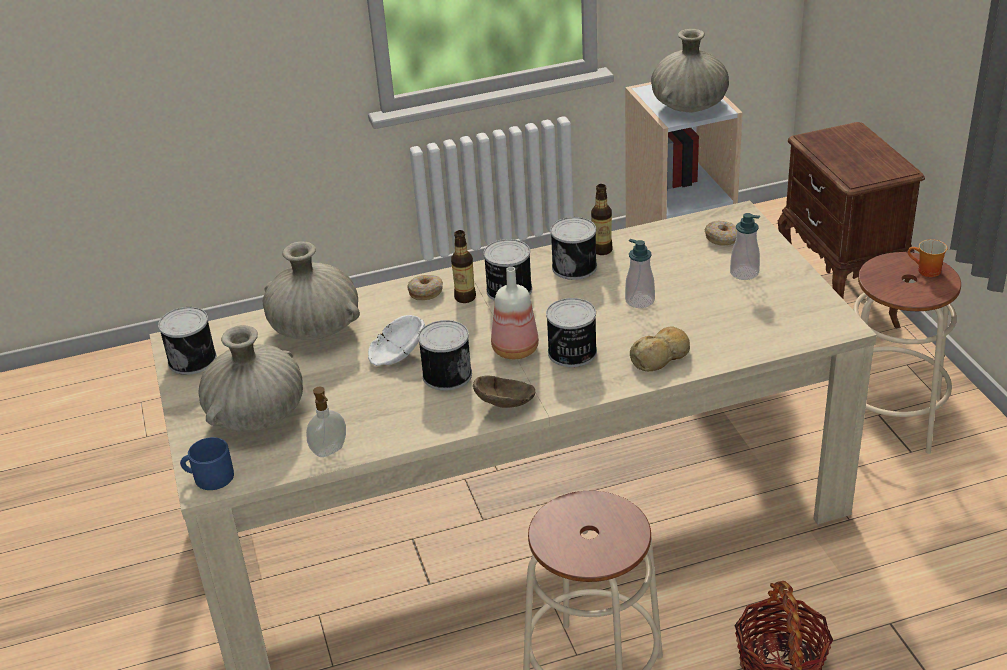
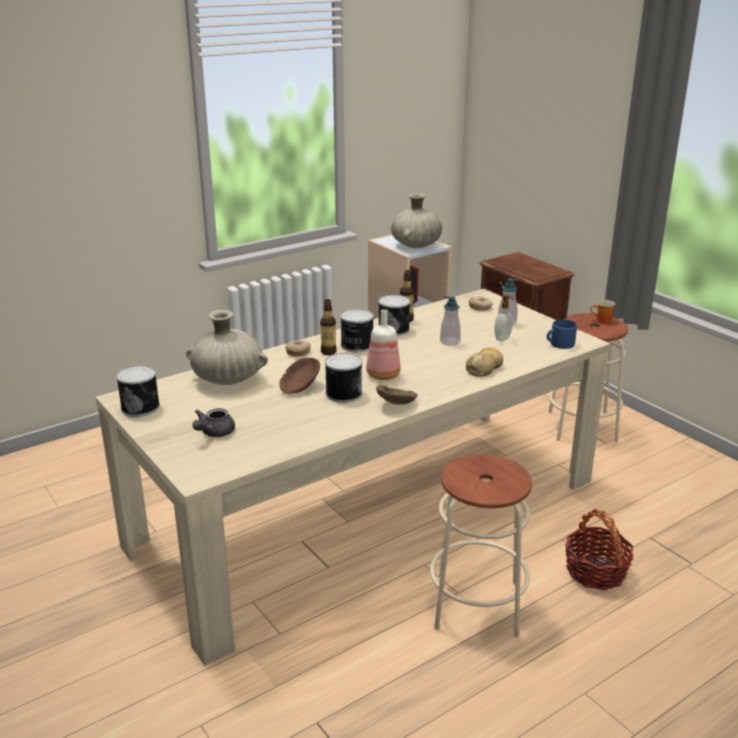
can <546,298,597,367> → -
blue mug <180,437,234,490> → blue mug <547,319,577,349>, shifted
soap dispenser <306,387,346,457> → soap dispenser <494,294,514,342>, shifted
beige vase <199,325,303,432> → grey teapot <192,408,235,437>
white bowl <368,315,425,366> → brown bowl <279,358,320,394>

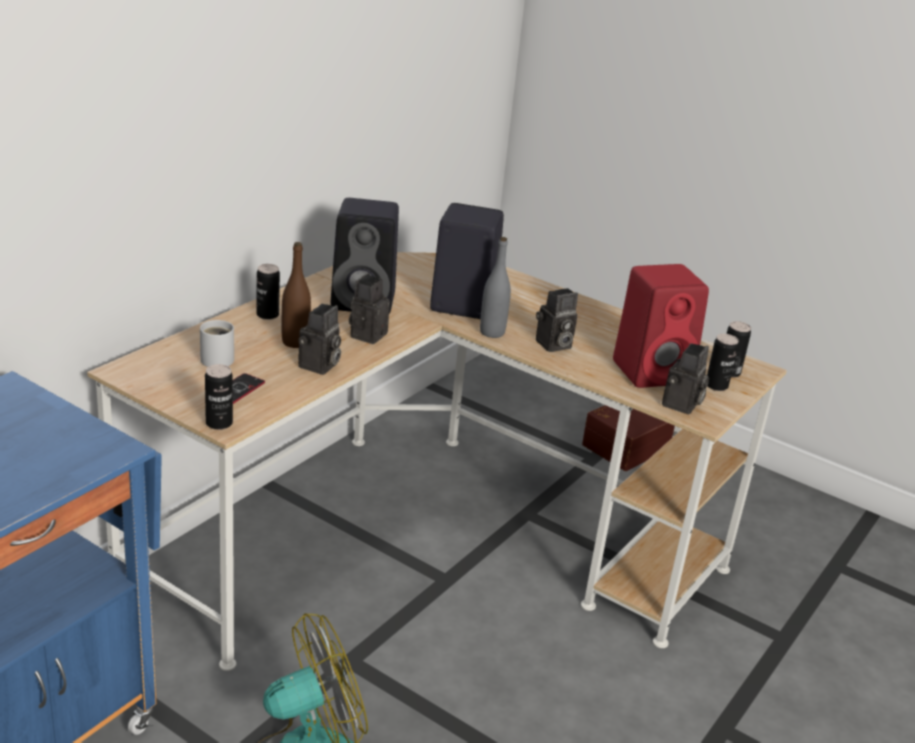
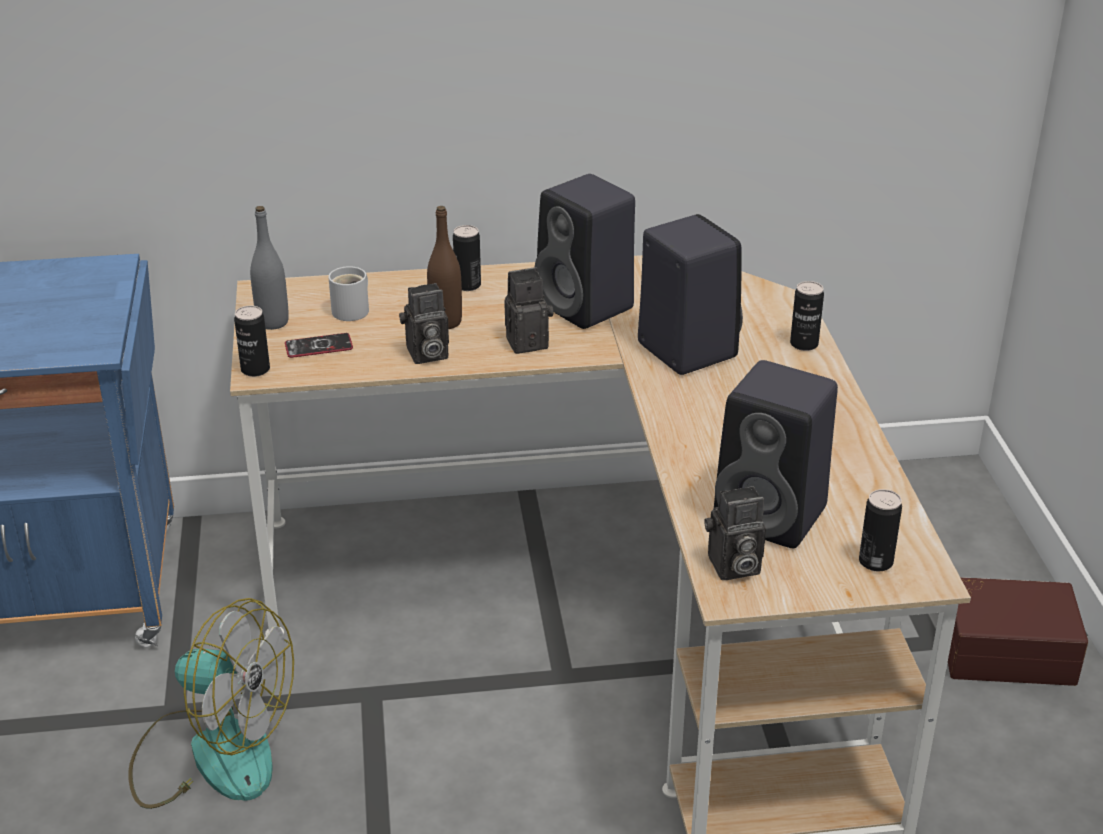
photo camera <536,288,578,352> → -
grey bottle <480,237,511,338> → grey bottle <250,206,289,330>, shifted
can <707,334,739,391> → can <790,281,824,351>, shifted
red speaker <613,264,709,388> → black speaker <714,360,838,548>

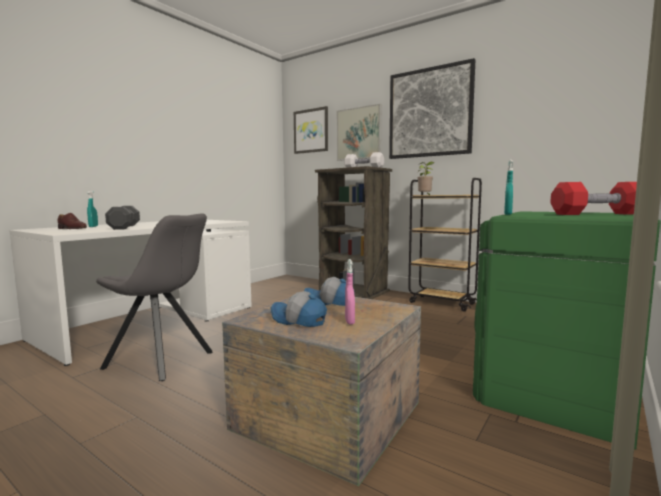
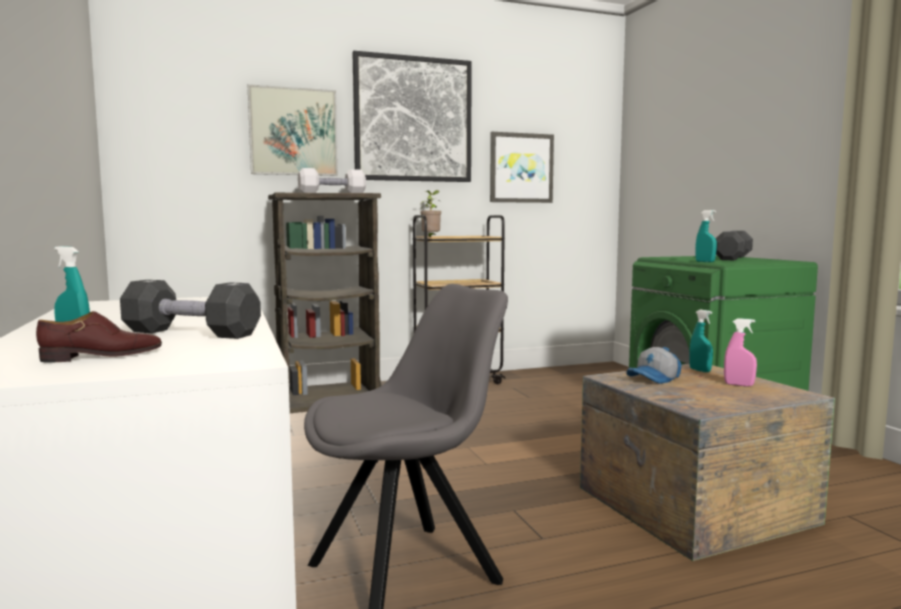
cap <270,291,327,327> → -
- → turquoise spray bottle <689,309,713,372>
picture <294,106,328,154> → picture <490,132,554,203>, shifted
red dumbbell <550,182,637,215> → black dumbbell <715,231,753,260>

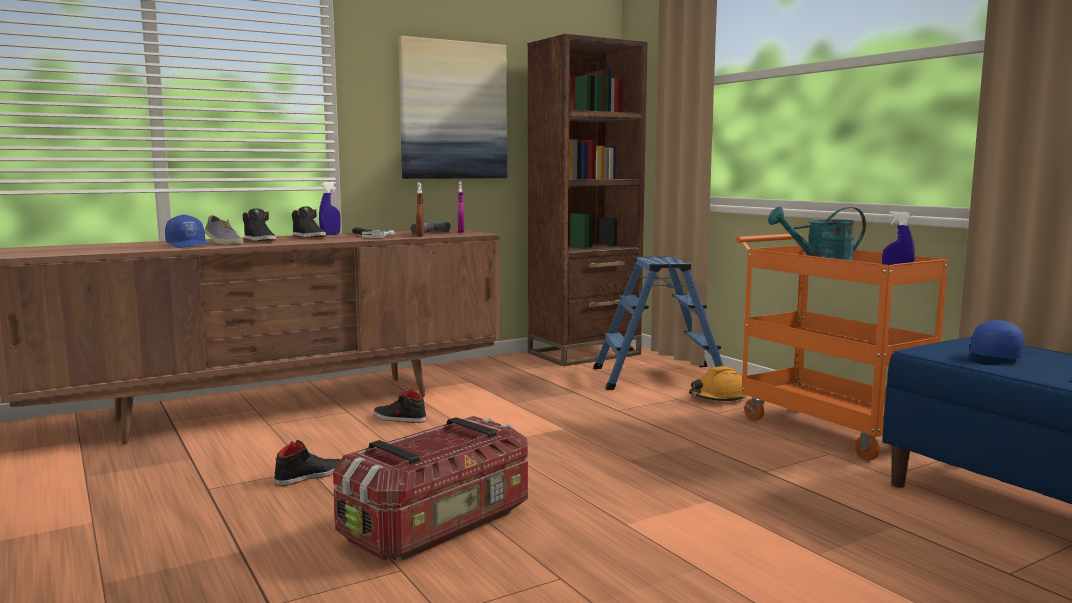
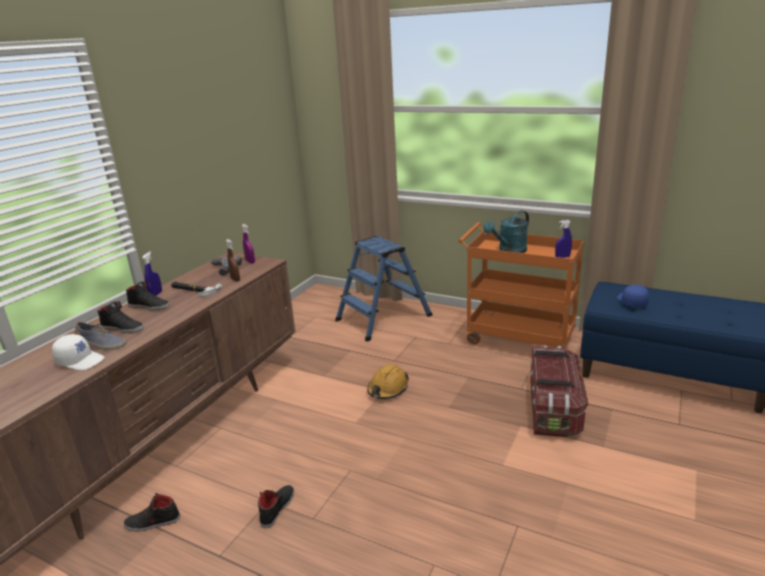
picture <398,36,507,179> → -
brown bookcase <527,34,648,366> → -
storage box <333,416,528,560> → storage box <530,345,588,437>, shifted
black shoe <374,388,426,423> → black shoe <124,493,180,532>, shifted
orange hard hat <689,366,748,402> → orange hard hat <367,365,409,399>, shifted
blue cap <165,214,211,248> → white cap <52,334,104,370>

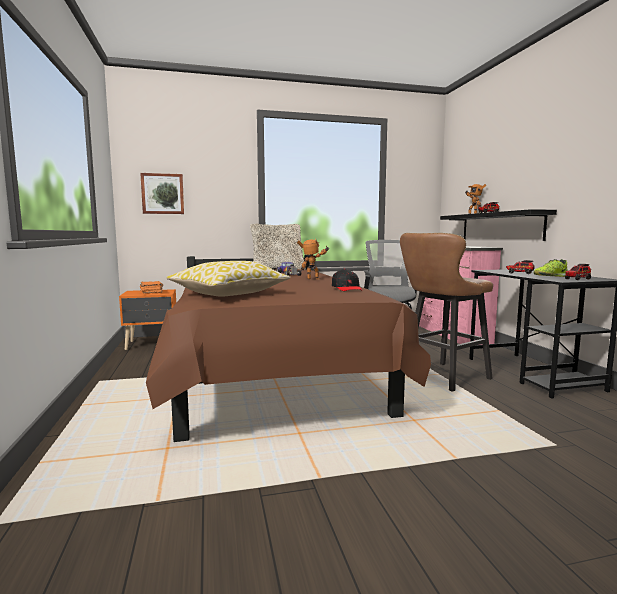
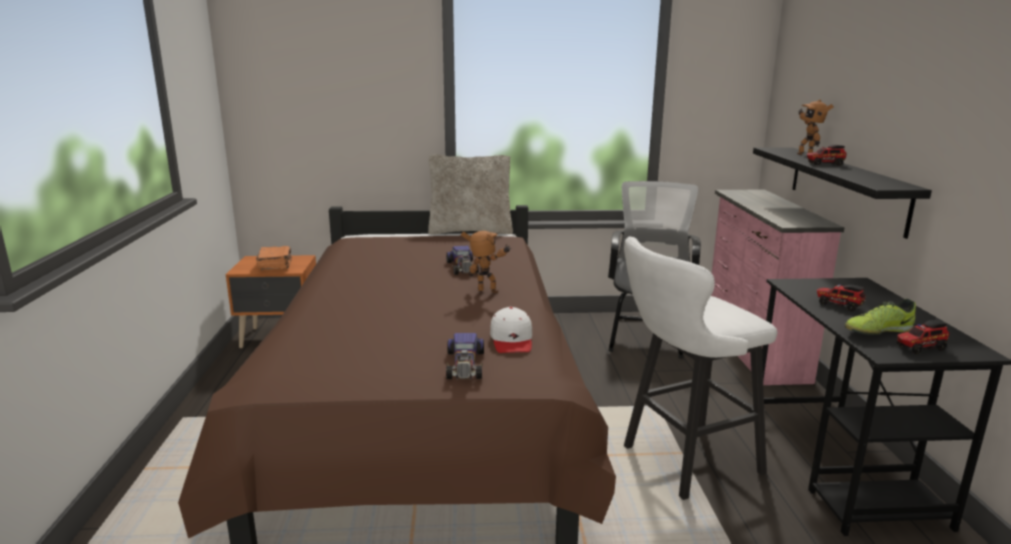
picture <140,173,184,214> → -
pillow <166,261,291,297> → -
- → toy car <446,333,484,379>
black cap <332,269,362,291> → white cap <490,307,532,353>
brown stool <400,233,493,392> → white stool <624,236,777,500>

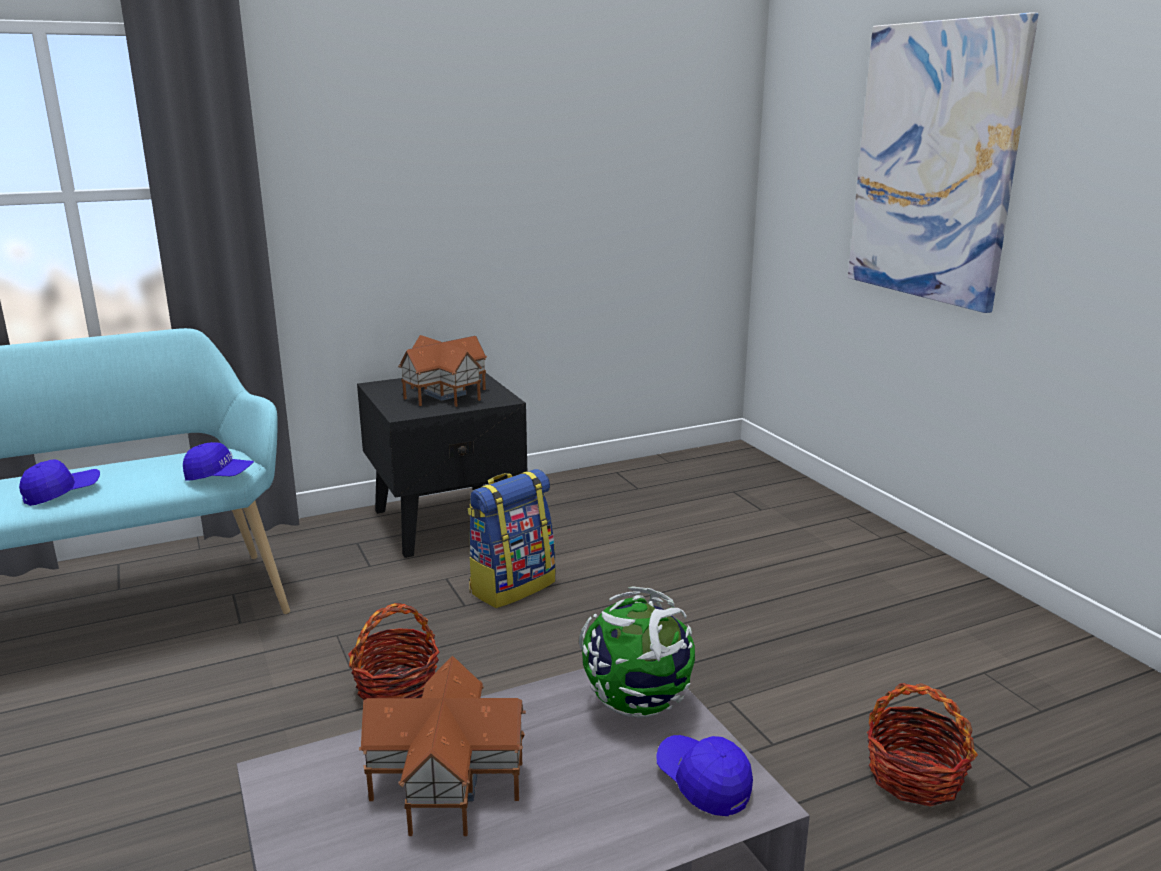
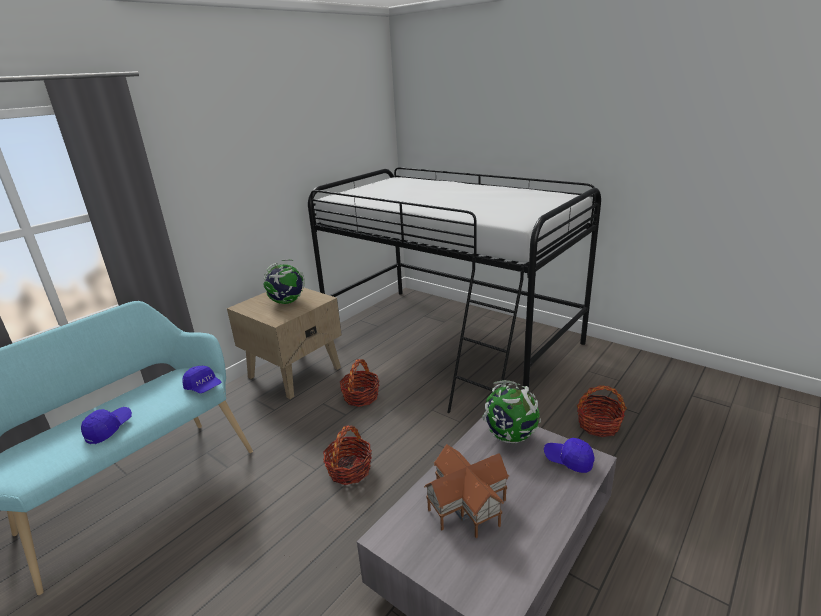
picture <848,12,1039,313> → -
- → black bed <308,167,601,413>
toy house <398,335,487,407> → globe <264,259,305,304>
backpack <467,469,555,608> → basket <340,359,380,407>
black nightstand <357,373,527,558> → beige nightstand <227,287,342,399>
blue cap <183,442,254,481> → blue cap <182,366,221,393>, 60 degrees clockwise

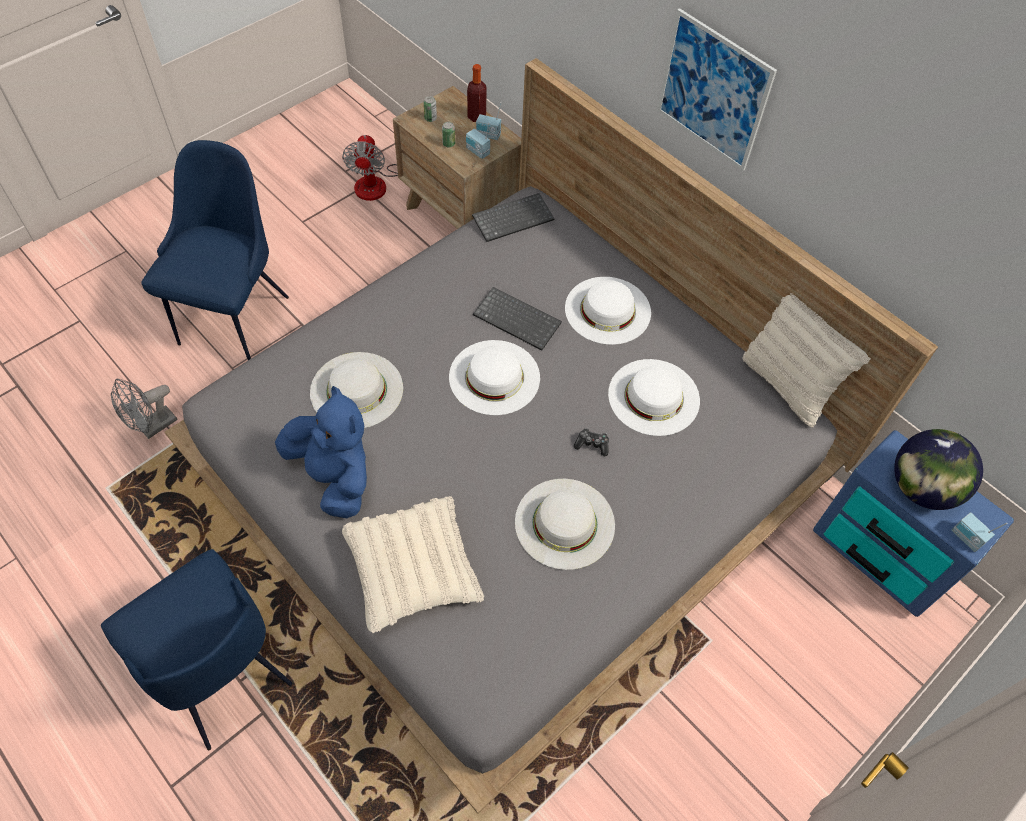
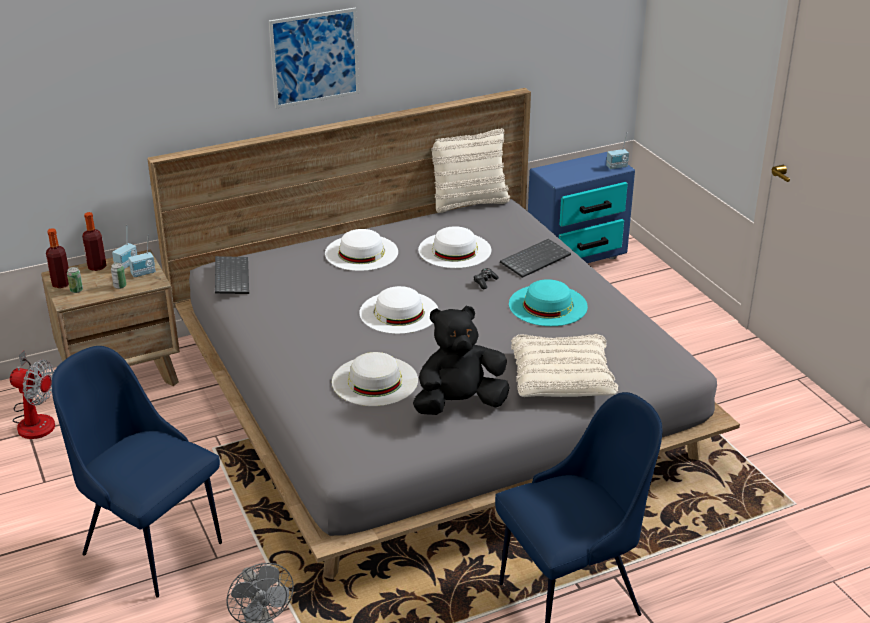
globe <894,429,983,510> → -
- → bottle <46,228,69,288>
keyboard <473,287,562,350> → keyboard <500,239,571,278>, shifted
blue plush toy <275,386,367,518> → black plush toy <413,306,510,415>
white hat <515,479,615,570> → turquoise hat <509,279,588,326>

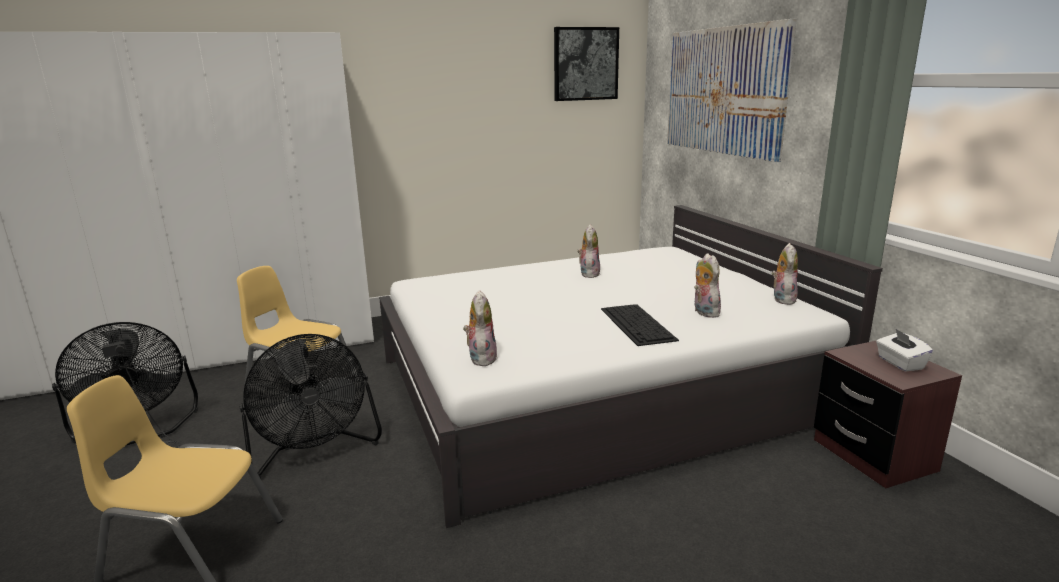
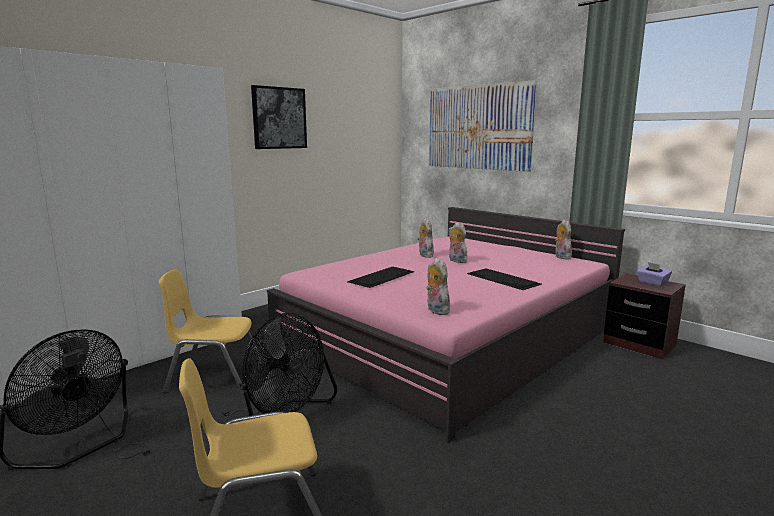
- → keyboard <347,267,414,288>
picture <554,27,619,101> → picture <251,85,307,149>, shifted
plush toy <694,253,721,318> → plush toy <448,222,467,263>, shifted
white bed <379,205,883,528> → pink bed <267,207,625,443>
white tissue box <876,329,933,372> → purple tissue box <637,262,672,286>

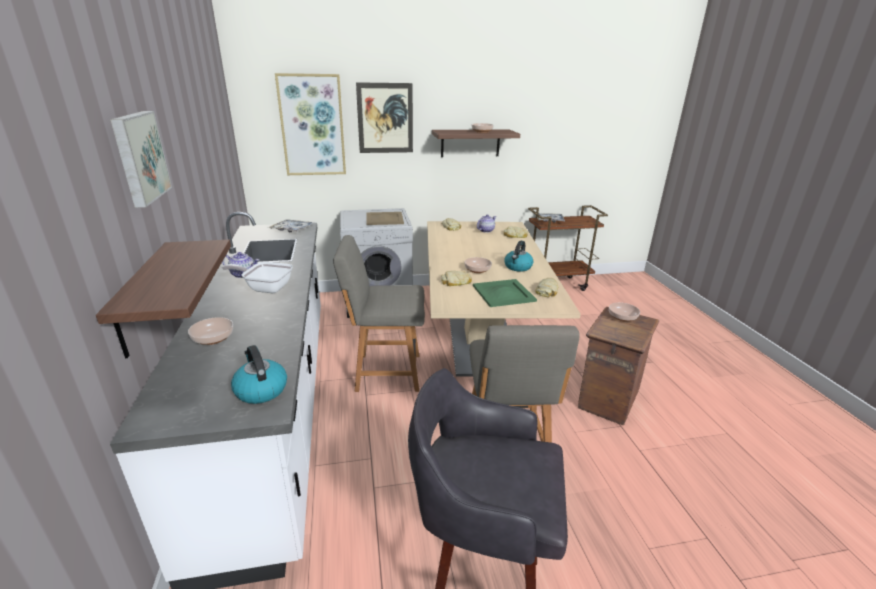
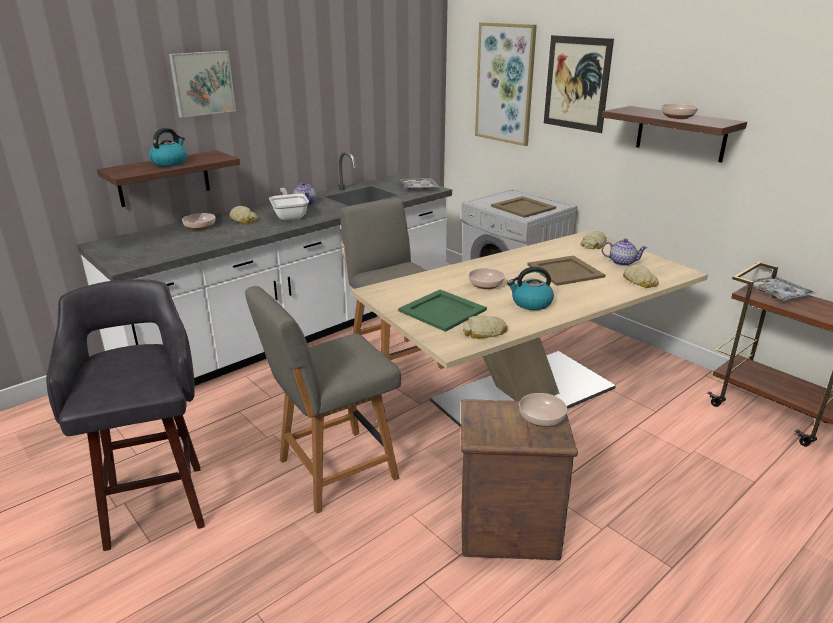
- → beige tray <527,255,605,286>
kettle <231,345,287,404> → kettle <149,128,187,167>, shifted
bread <441,271,472,286> → bread <229,206,258,224>, shifted

